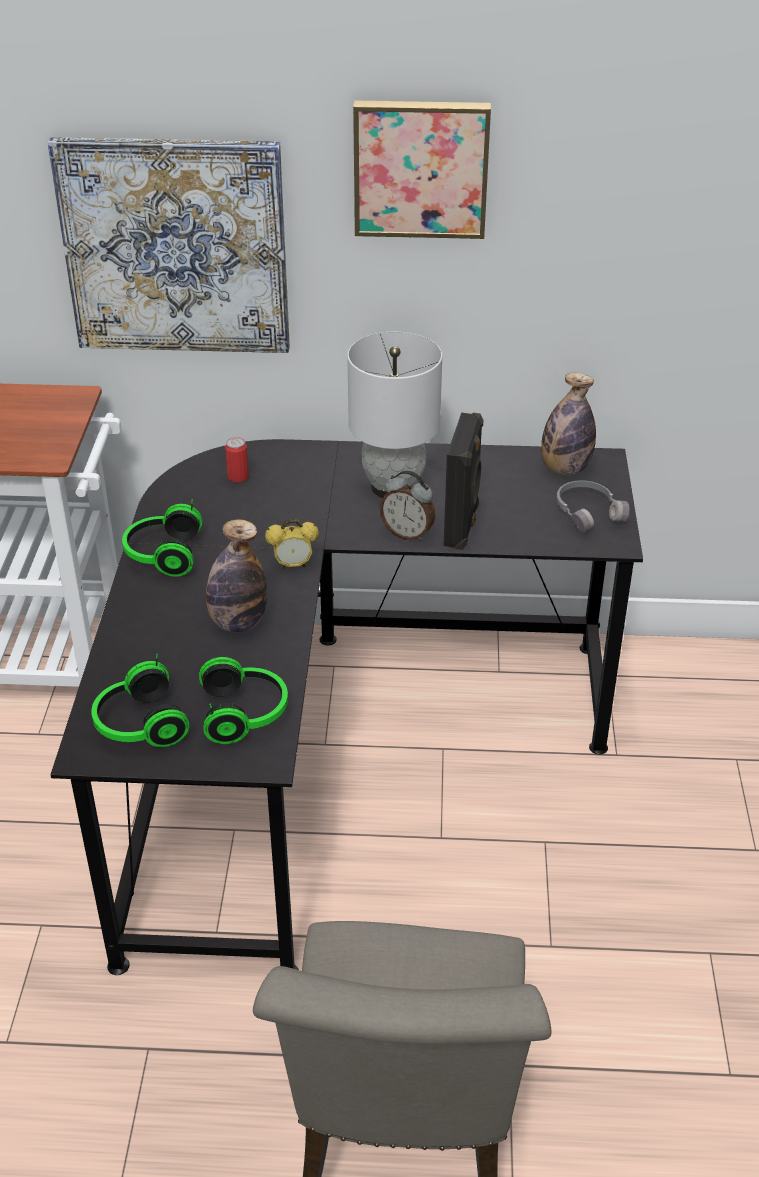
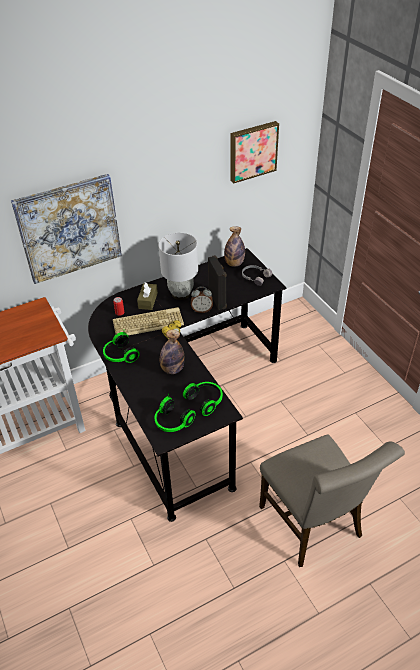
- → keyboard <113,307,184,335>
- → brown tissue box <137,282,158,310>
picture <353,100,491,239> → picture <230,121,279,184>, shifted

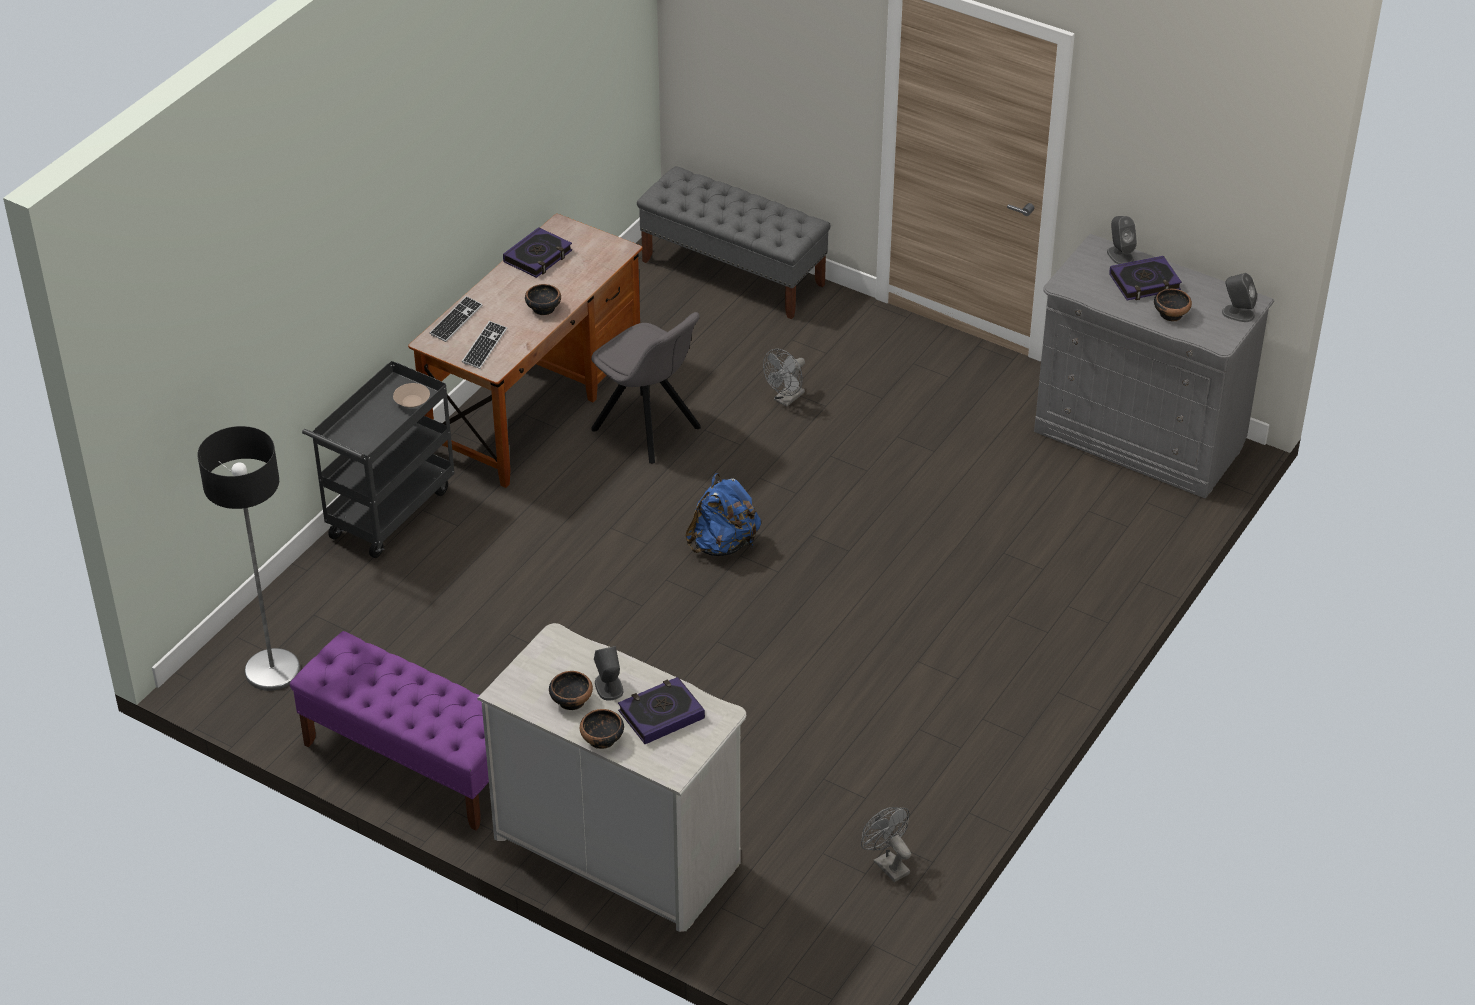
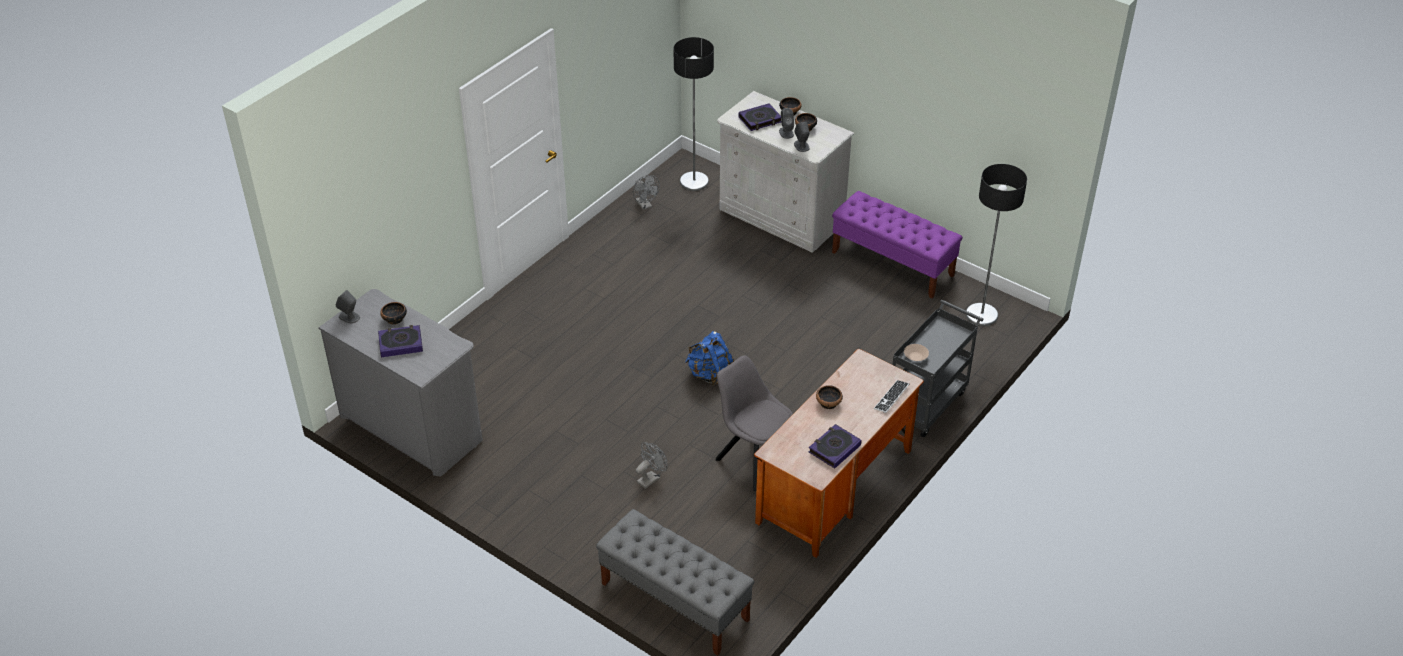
keyboard <462,321,507,369> → -
- → floor lamp <674,37,714,191>
grey speaker <1107,216,1137,264> → grey speaker <794,122,810,152>, shifted

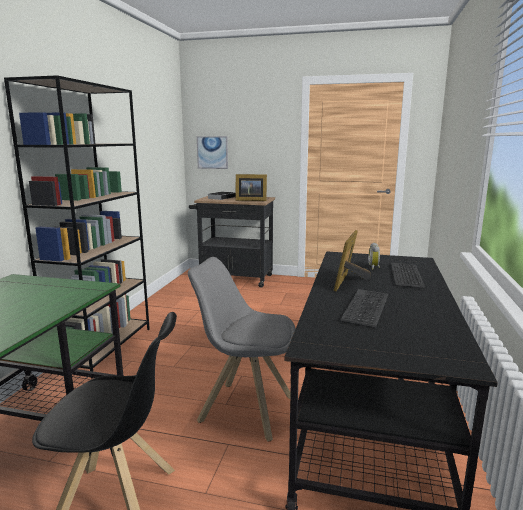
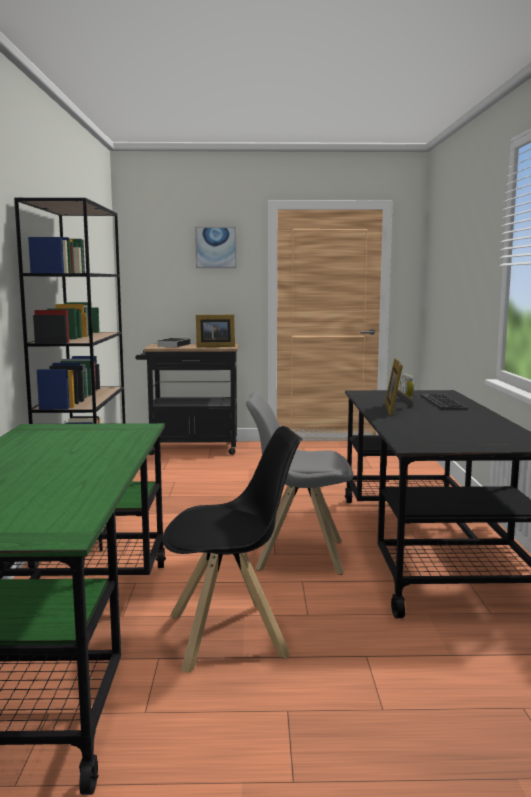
keyboard <340,289,388,328> → -
picture <197,136,228,169> → picture <195,227,236,268>, shifted

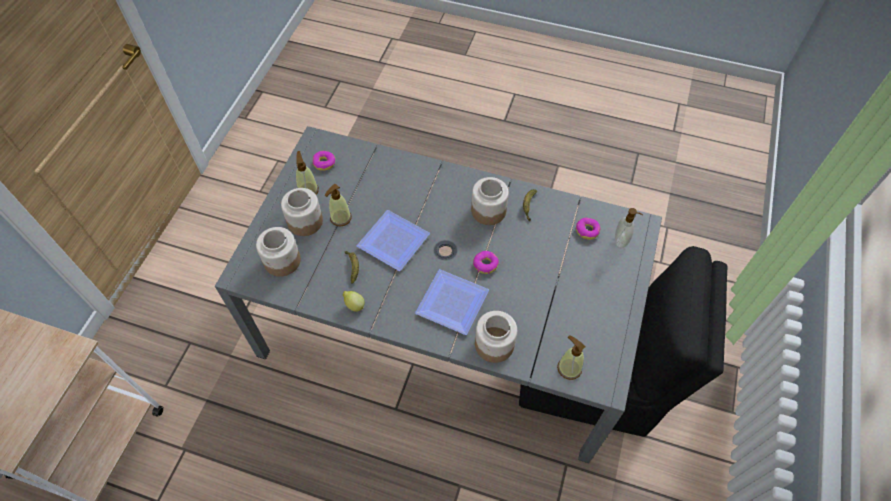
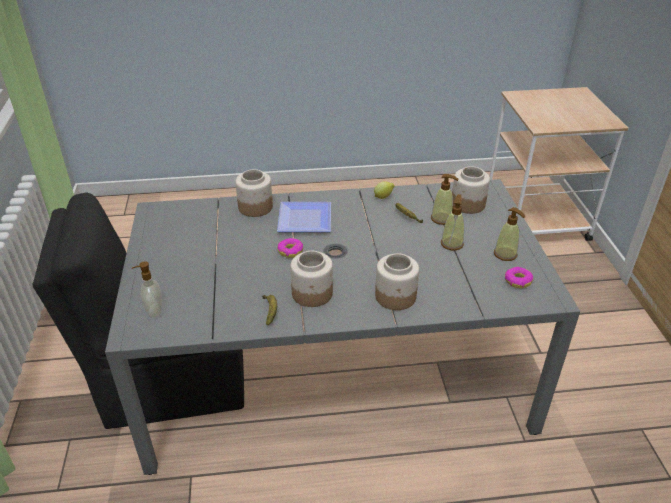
plate <357,210,430,271> → -
donut <575,218,600,240> → -
jar <281,188,323,236> → jar <375,253,419,310>, shifted
soap dispenser <557,335,585,380> → soap dispenser <431,174,459,225>, shifted

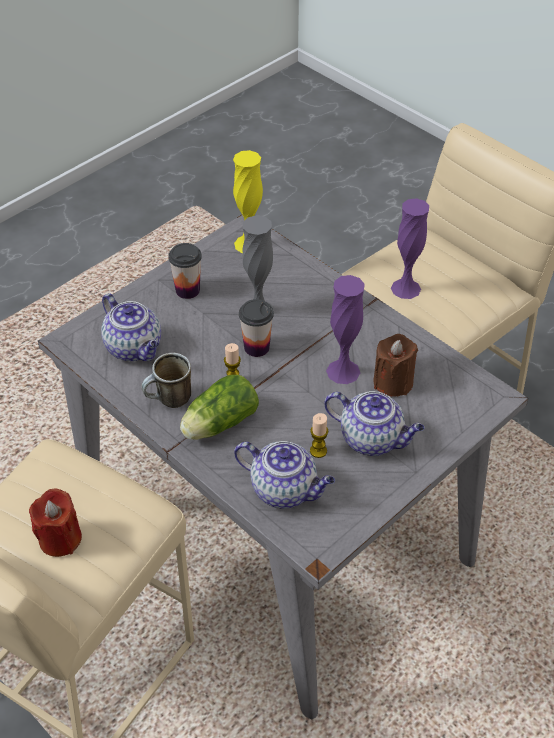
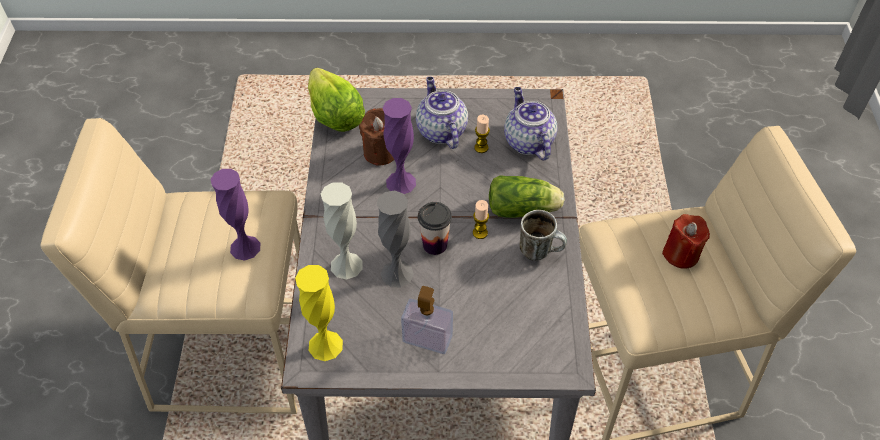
teapot <101,293,161,361> → -
- → lettuce <308,68,365,132>
- → white vase <321,182,363,279>
cup <168,243,202,299> → soap dispenser <401,286,453,354>

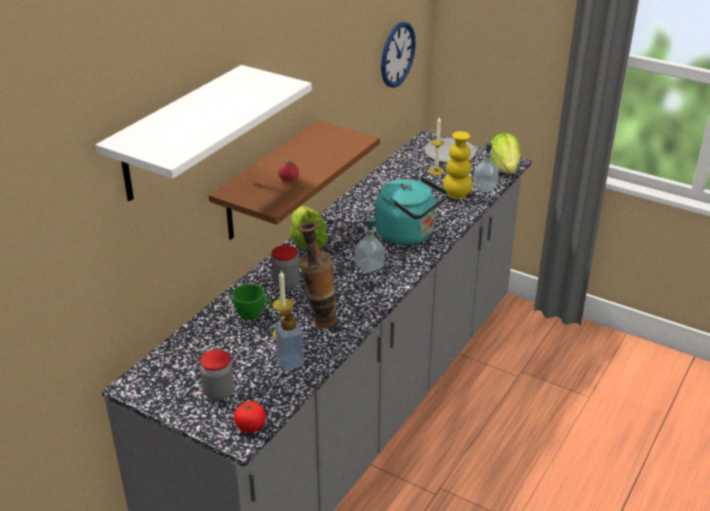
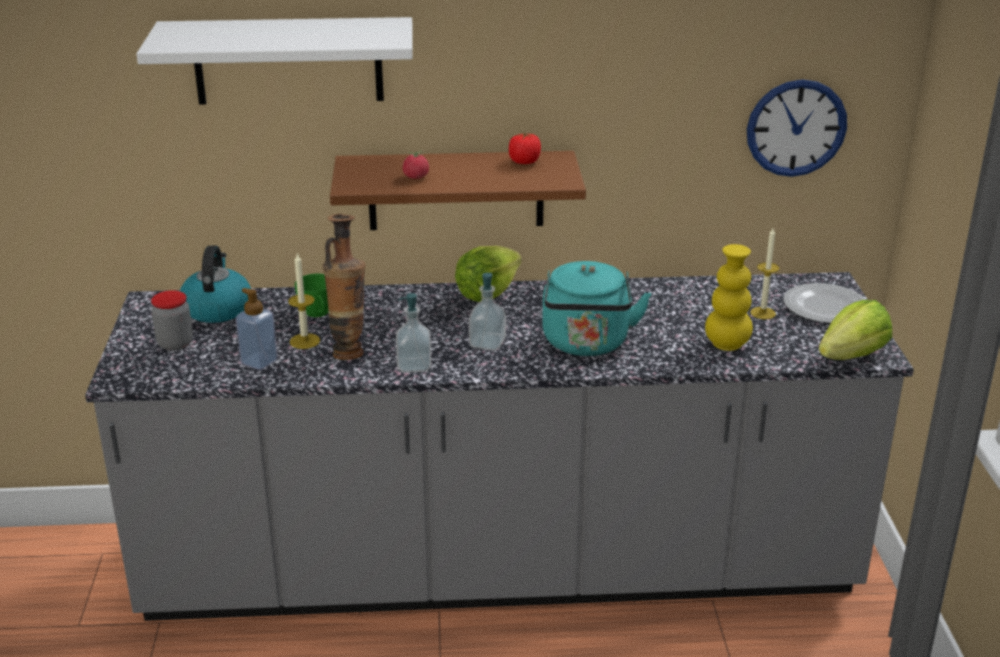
jar <271,245,299,289> → -
- → kettle <180,246,251,323>
tomato <233,401,266,433> → tomato <509,133,541,164>, shifted
soap dispenser <473,142,499,192> → soap dispenser <396,293,431,373>, shifted

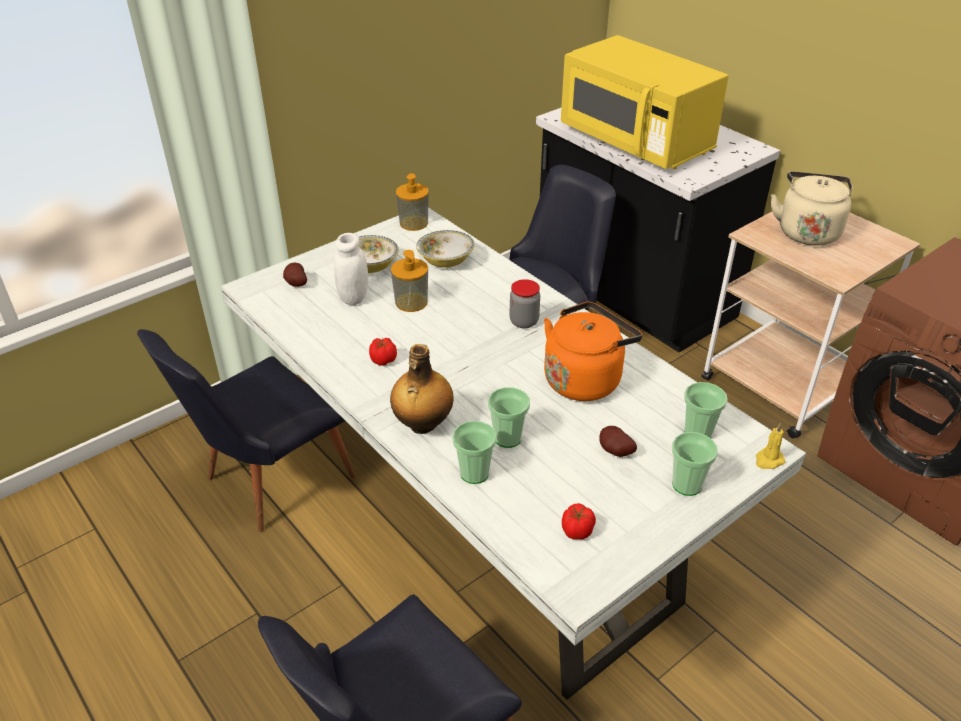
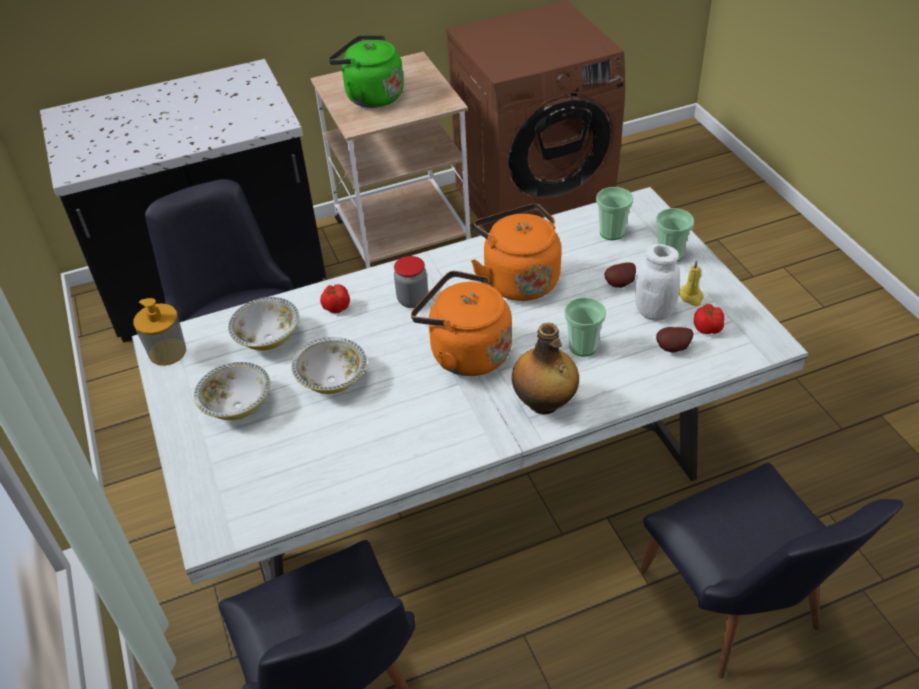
cup <452,421,497,484> → -
yellow microwave <561,35,729,169> → -
- → orange kettle <411,271,512,376>
potato <283,263,307,287> → potato <656,327,694,353>, shifted
white jar <334,233,368,305> → white jar <635,244,680,321>, shifted
tomato <369,338,397,366> → tomato <320,284,350,313>, shifted
yellow candle <756,423,785,469> → yellow candle <679,260,704,306>, shifted
soap dispenser <391,250,428,312> → bowl <291,337,367,394>
beige kettle <771,171,853,246> → green kettle <328,35,404,108>

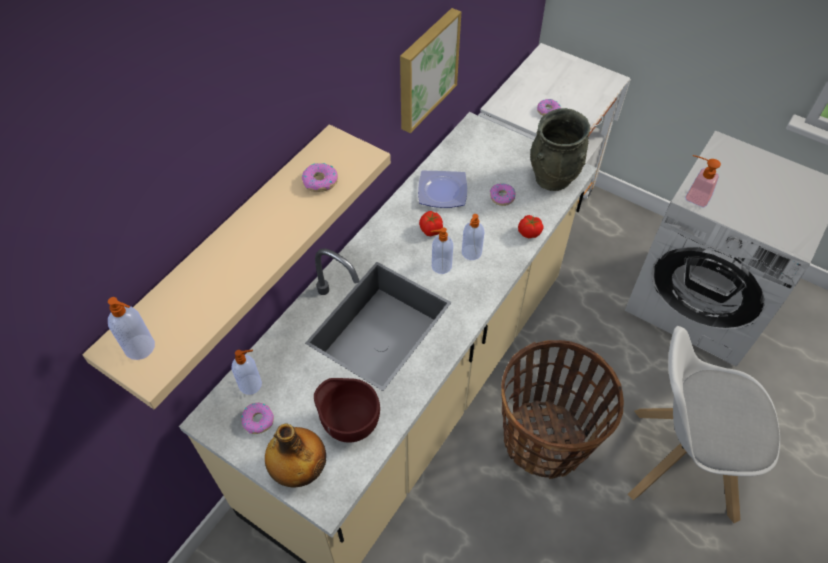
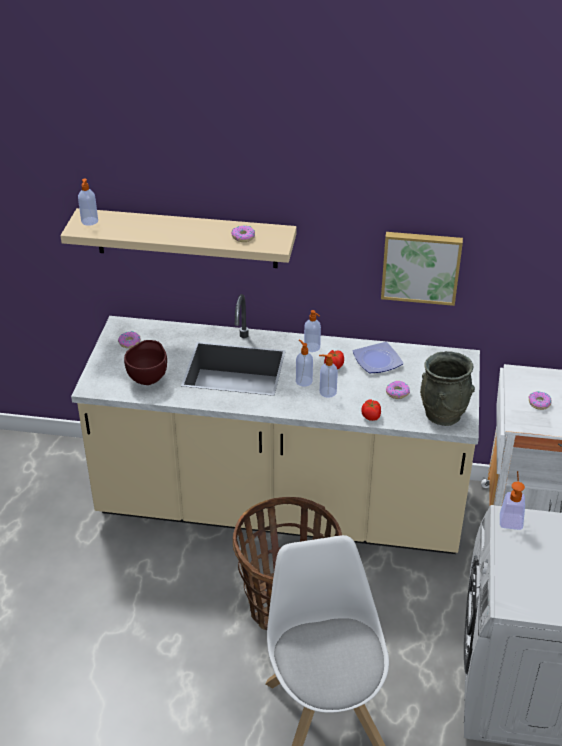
bottle <265,423,326,487> → -
soap dispenser <231,350,262,395> → soap dispenser <304,310,321,352>, shifted

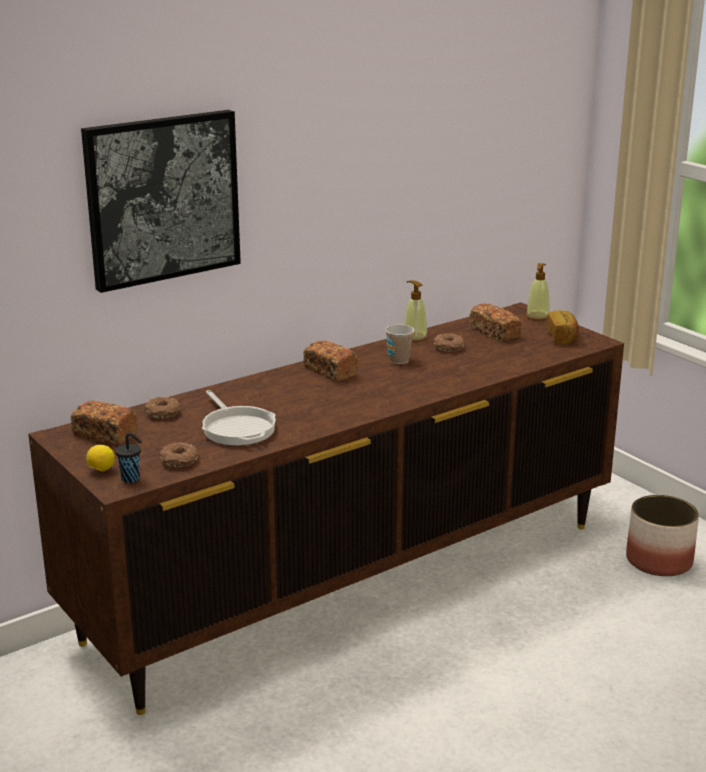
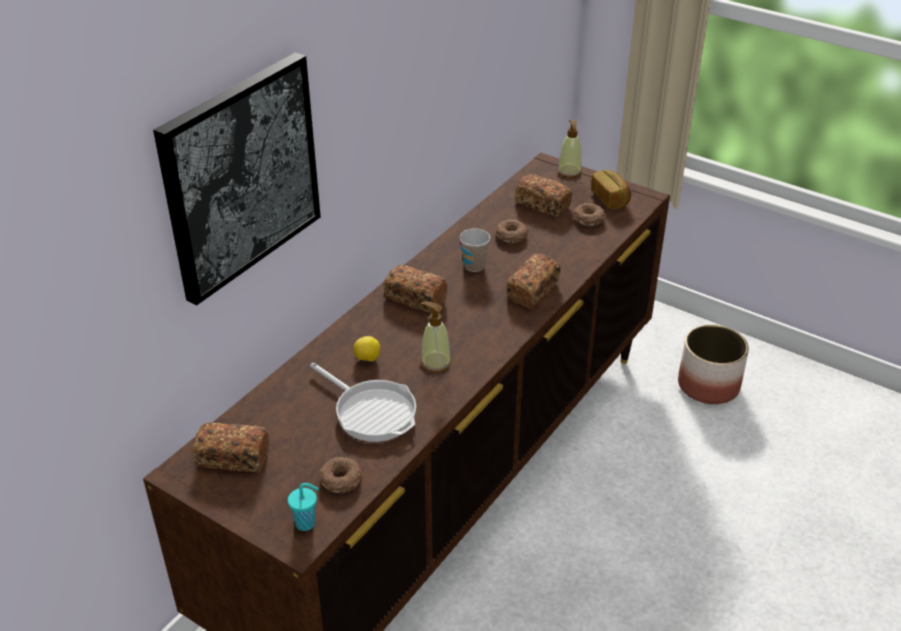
- → bread <506,253,561,309>
lemon <86,445,115,472> → lemon <353,336,380,362>, shifted
donut <145,396,181,419> → donut <574,203,606,226>, shifted
soap dispenser <404,280,428,342> → soap dispenser <420,301,451,372>, shifted
black cup <115,433,142,483> → turquoise cup <288,483,319,531>

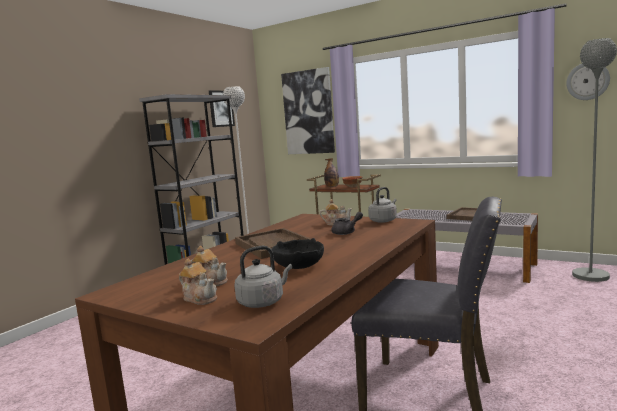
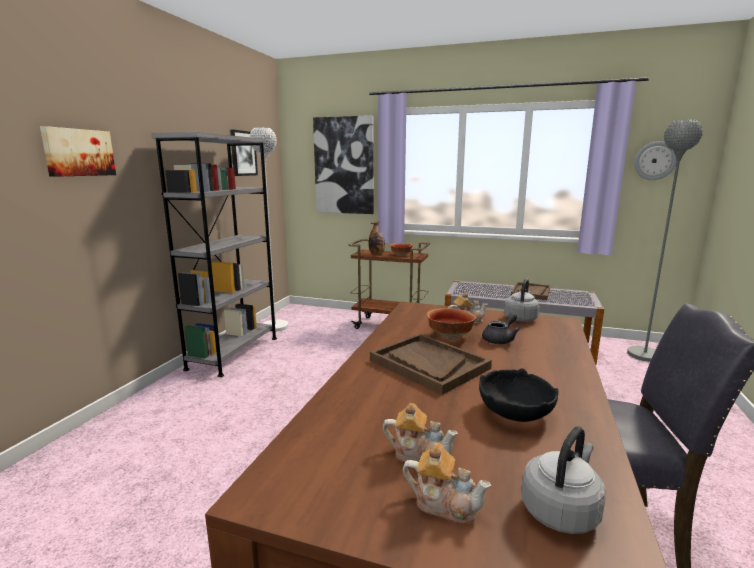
- → picture <40,126,116,177>
- → bowl <427,308,476,340>

